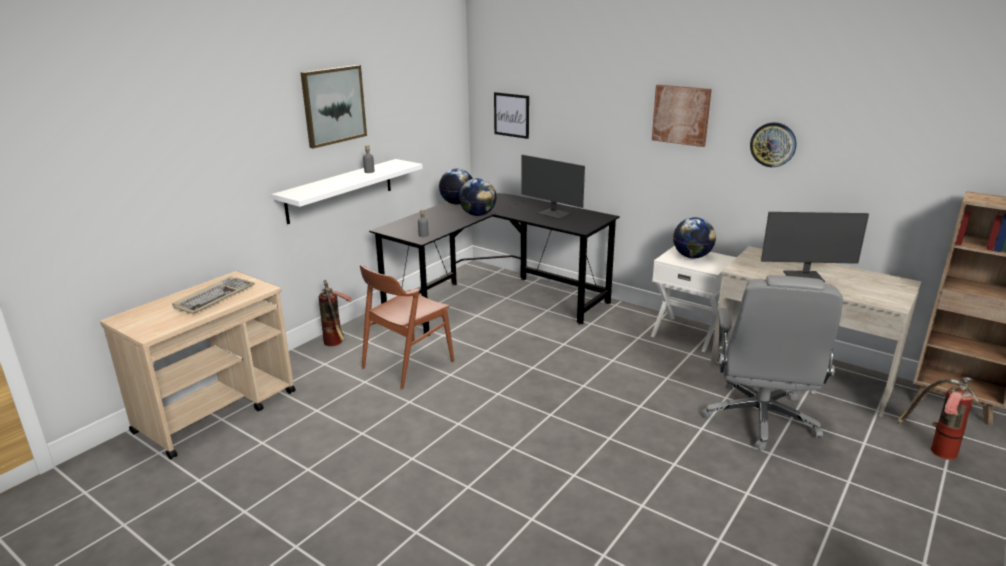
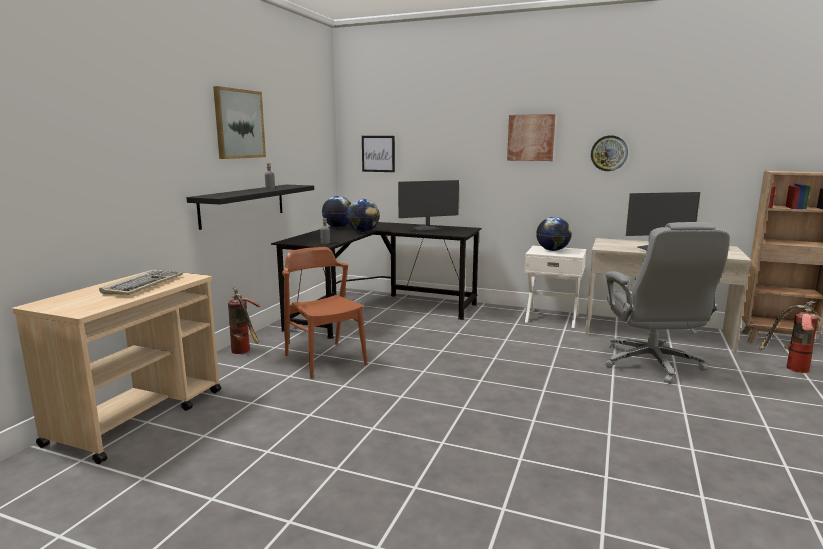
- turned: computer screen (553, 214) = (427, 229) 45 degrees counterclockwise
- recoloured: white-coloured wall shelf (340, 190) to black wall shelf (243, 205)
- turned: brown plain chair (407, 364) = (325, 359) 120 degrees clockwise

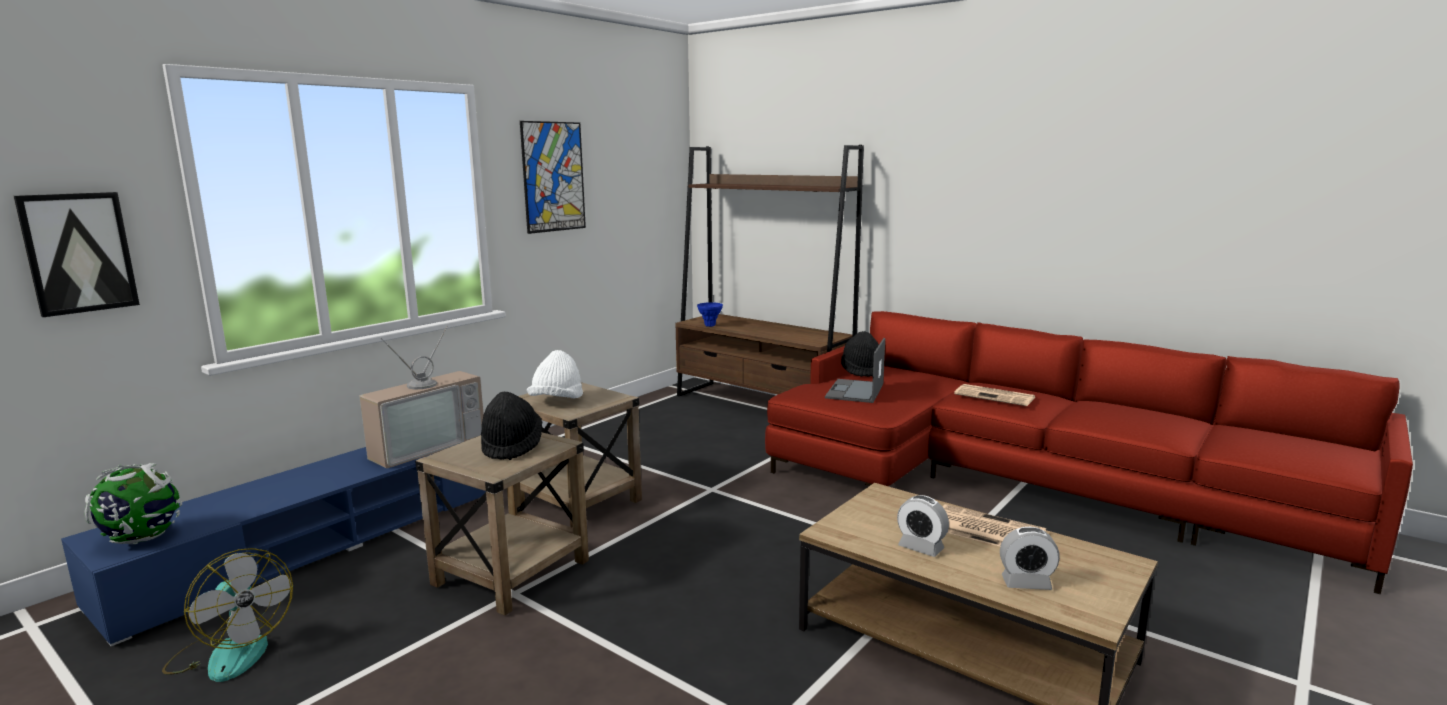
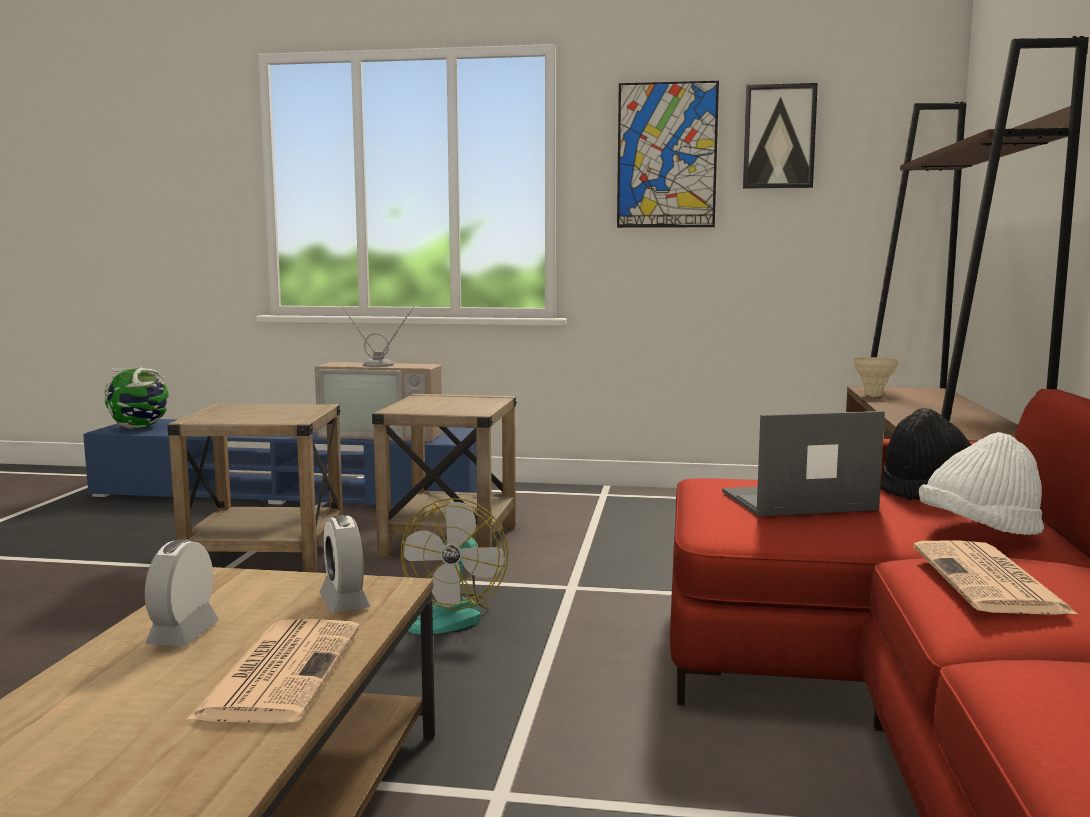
- moved: wall art (78, 253) to (779, 137)
- recoloured: blue vase (710, 325) to beige-coloured vase (873, 395)
- moved: white-coloured wearable hat (557, 401) to (979, 531)
- removed: black wearable hat (512, 446)
- moved: alarm clock (1026, 583) to (344, 602)
- moved: fan (231, 652) to (450, 614)

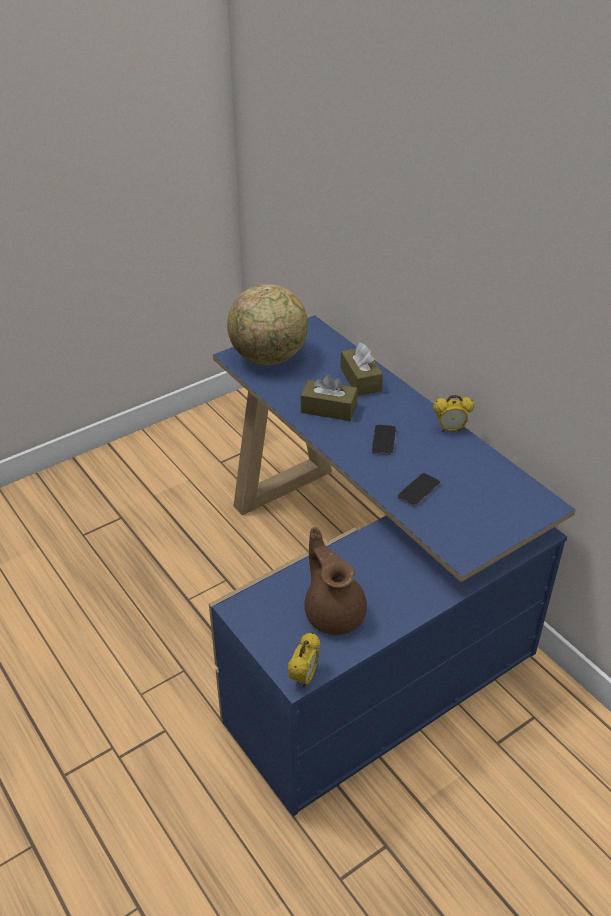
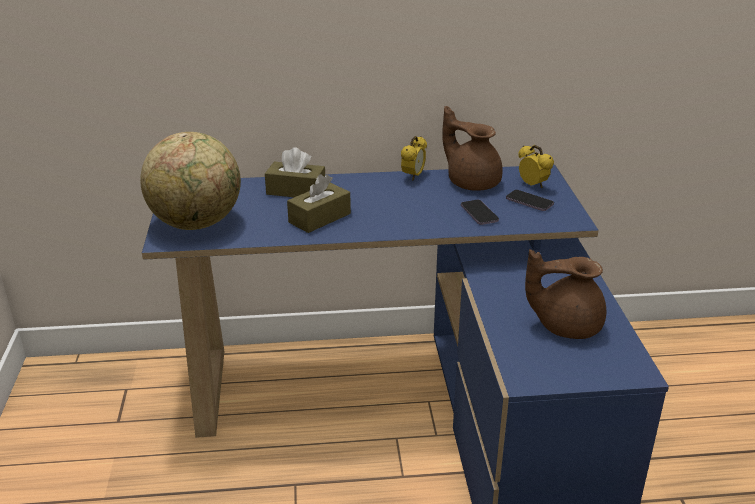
- moved: telephone (383, 441) to (529, 202)
- moved: alarm clock (304, 677) to (533, 186)
- added: brown tea pot (472, 182)

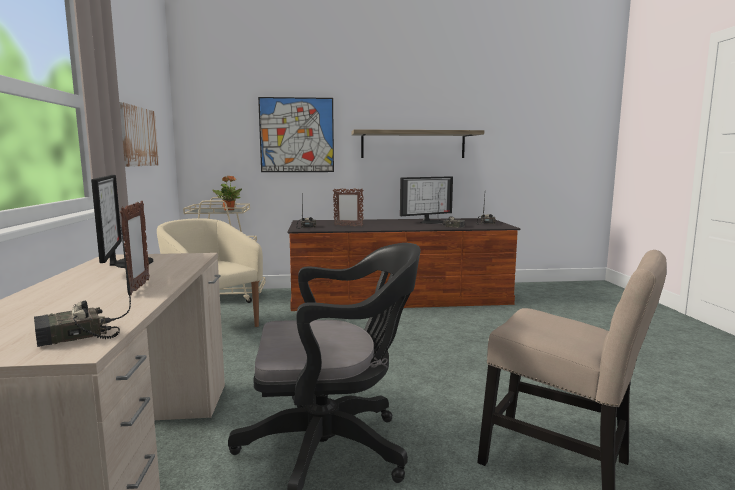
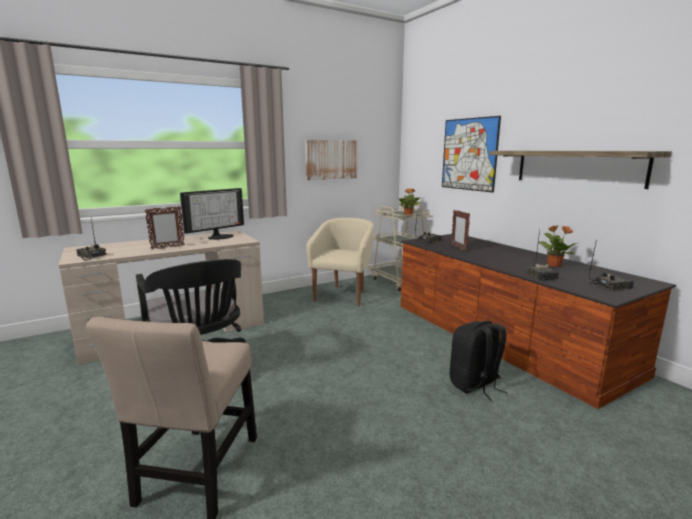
- replaced: computer screen (430, 222) to houseplant (553, 265)
- added: black knapsack (475, 385)

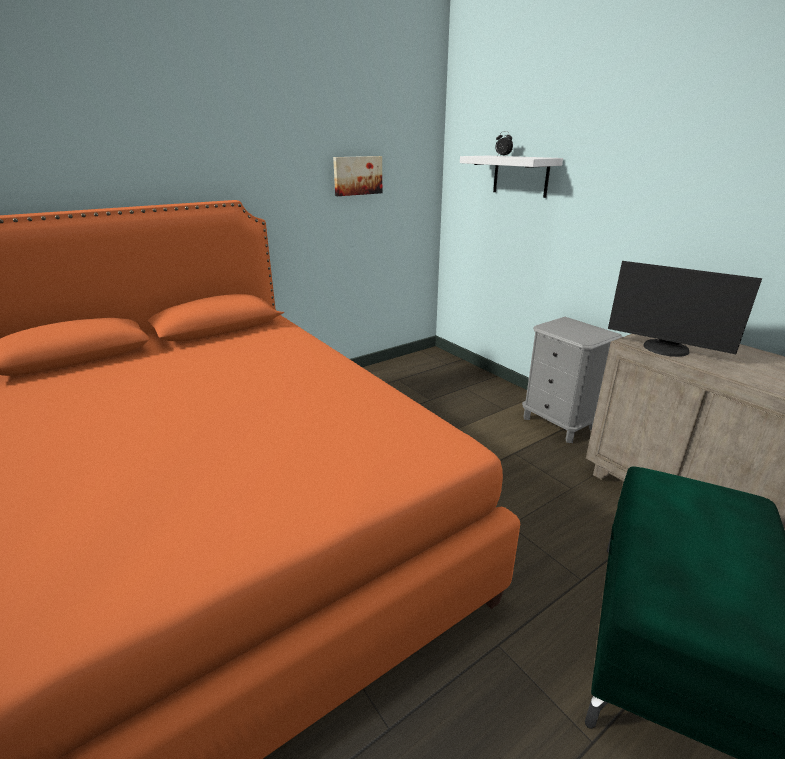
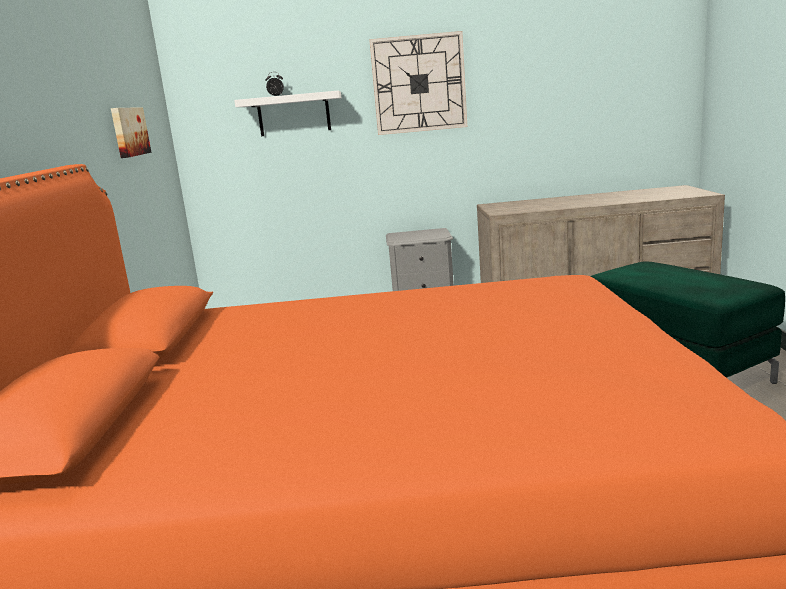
- removed: computer screen (665, 349)
- added: hanging clock (419, 84)

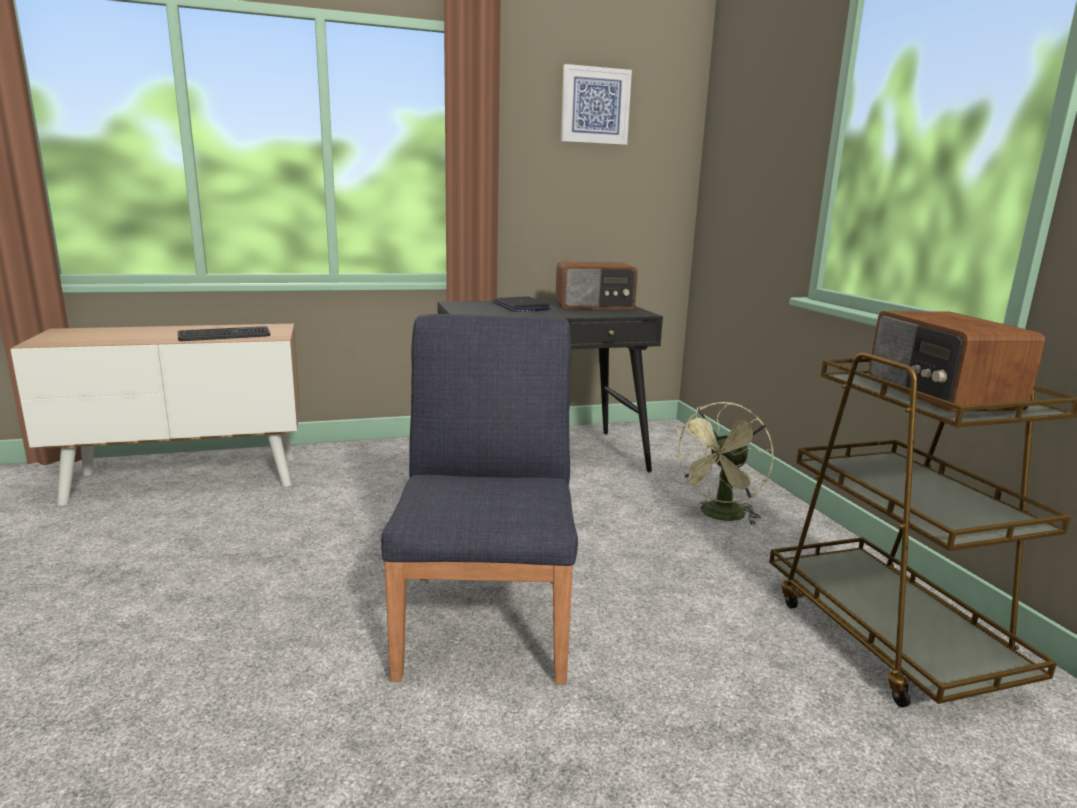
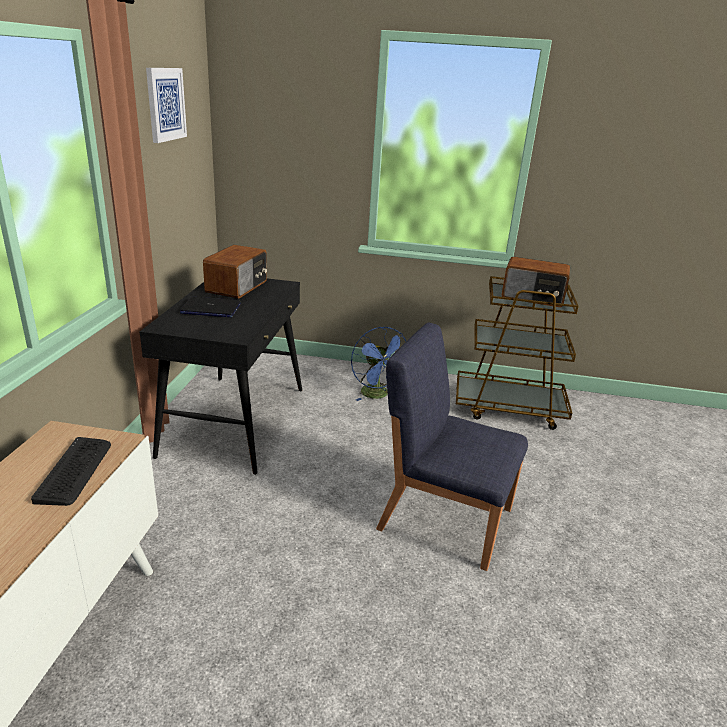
- recoloured: green fan (719, 516) to blue fan (378, 395)

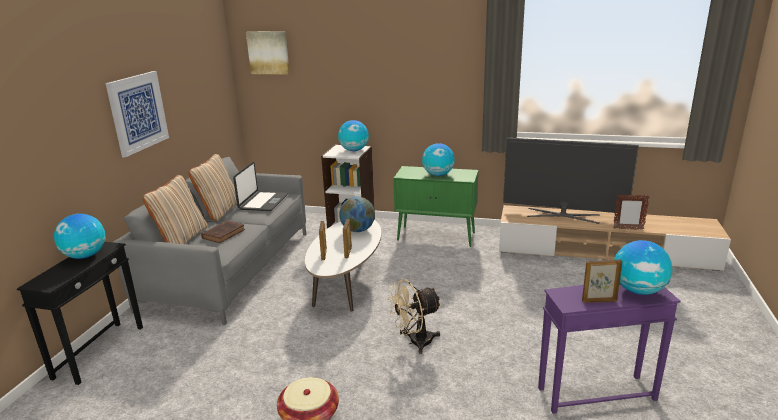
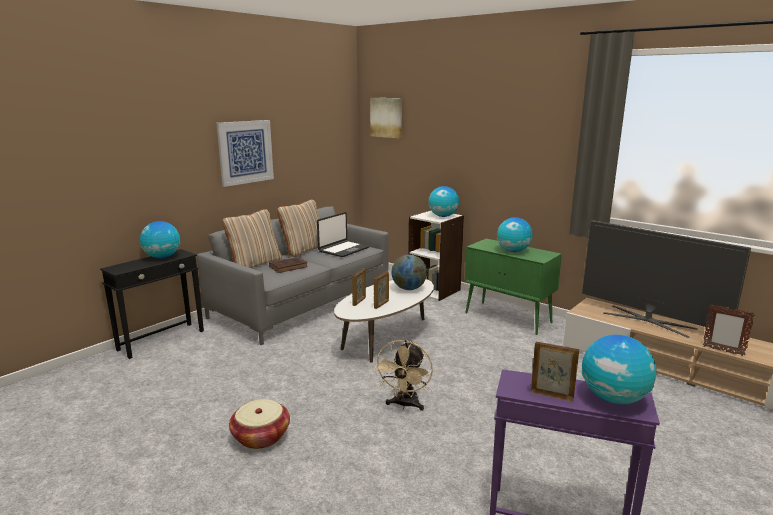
- turned: beige-coloured fan (415, 342) = (405, 405) 75 degrees counterclockwise

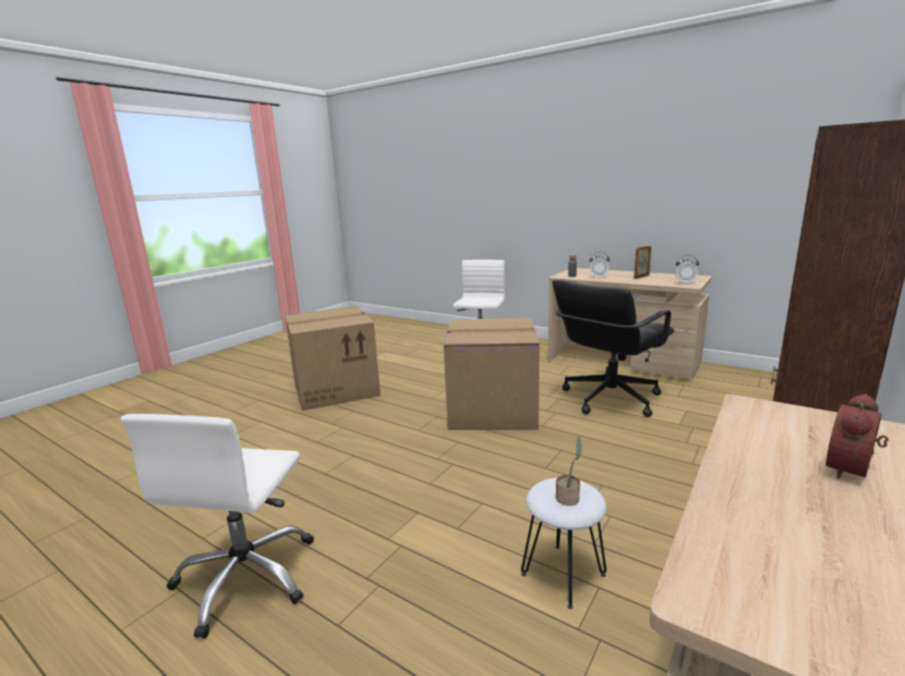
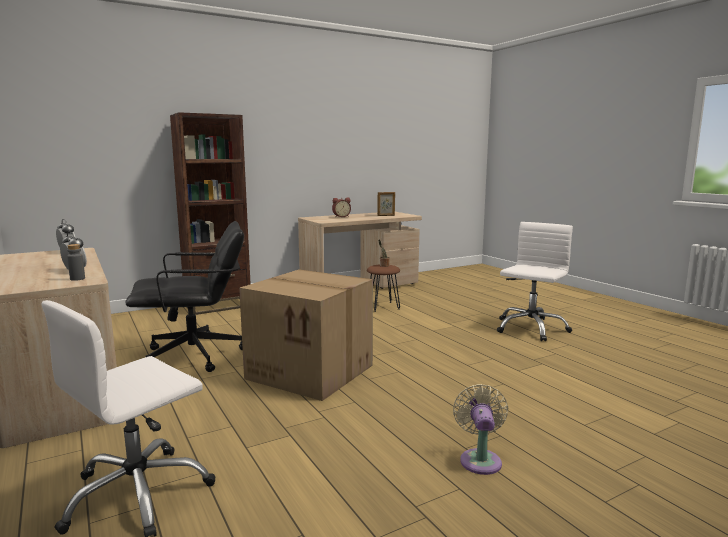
- moved: photo frame (641, 277) to (386, 215)
- replaced: cardboard box (337, 388) to beige-coloured fan (480, 459)
- recoloured: white-coloured sitting stool (562, 574) to brown sitting stool (383, 306)

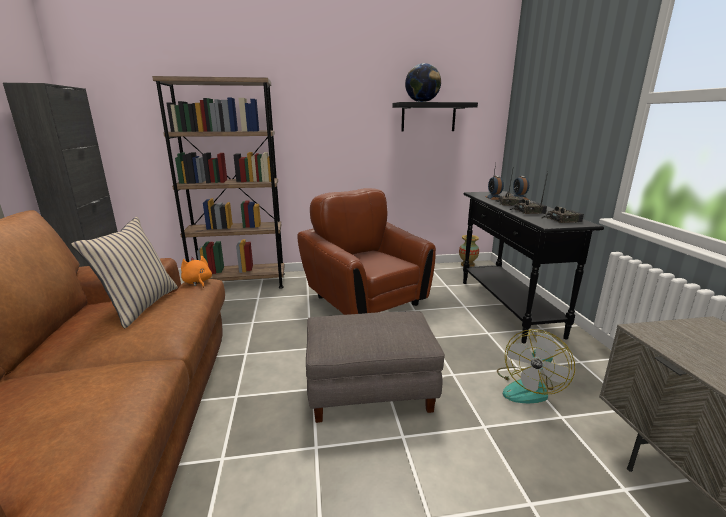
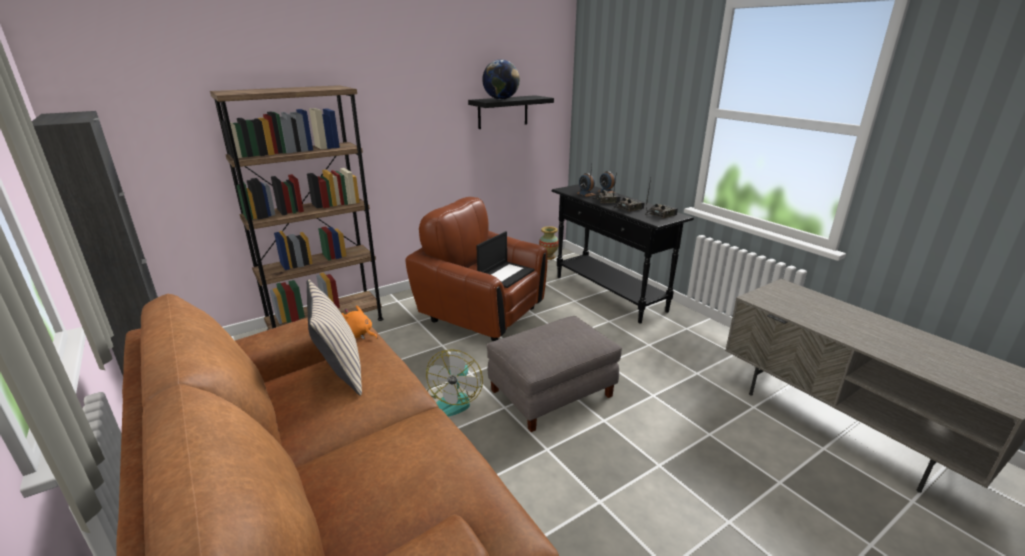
- moved: fan (528, 387) to (454, 400)
- added: notebook computer (506, 274)

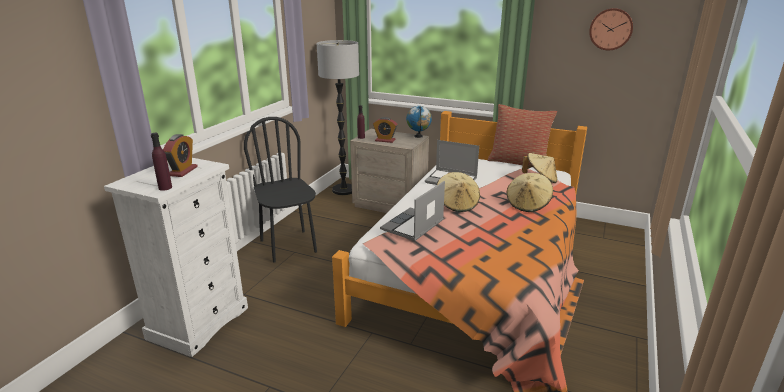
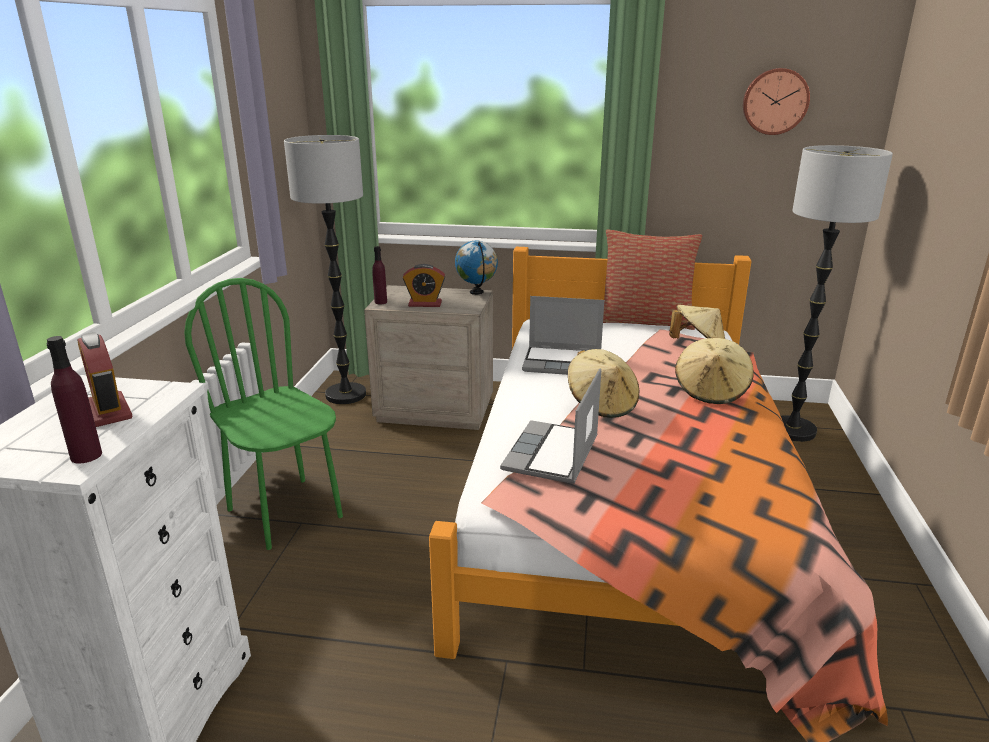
- recoloured: black plain chair (289, 246) to green plain chair (286, 512)
- turned: alarm clock (182, 171) = (108, 411) 150 degrees clockwise
- added: floor lamp (792, 430)

